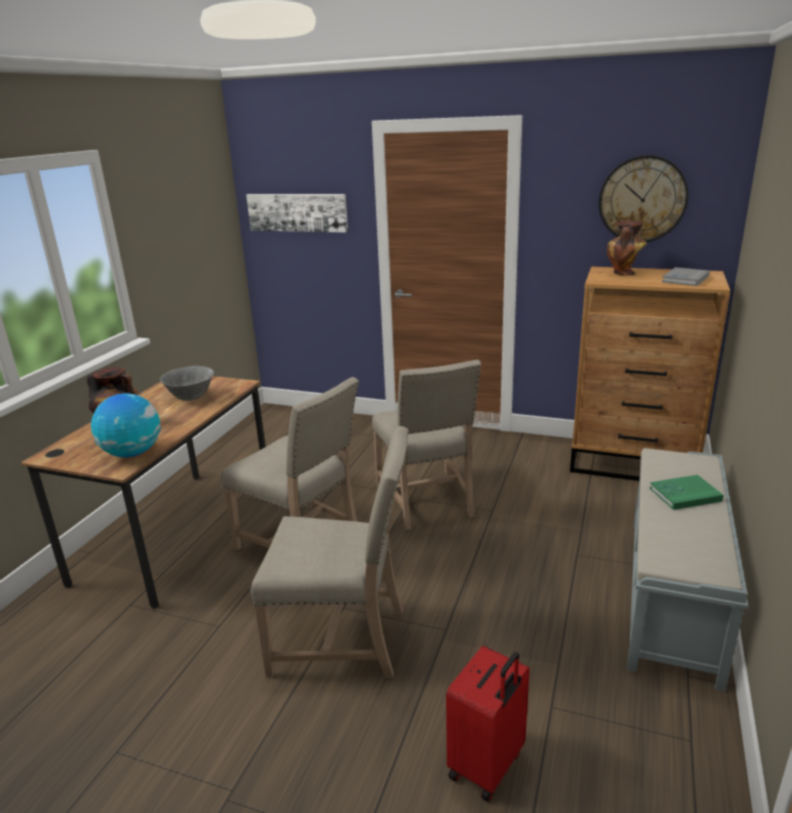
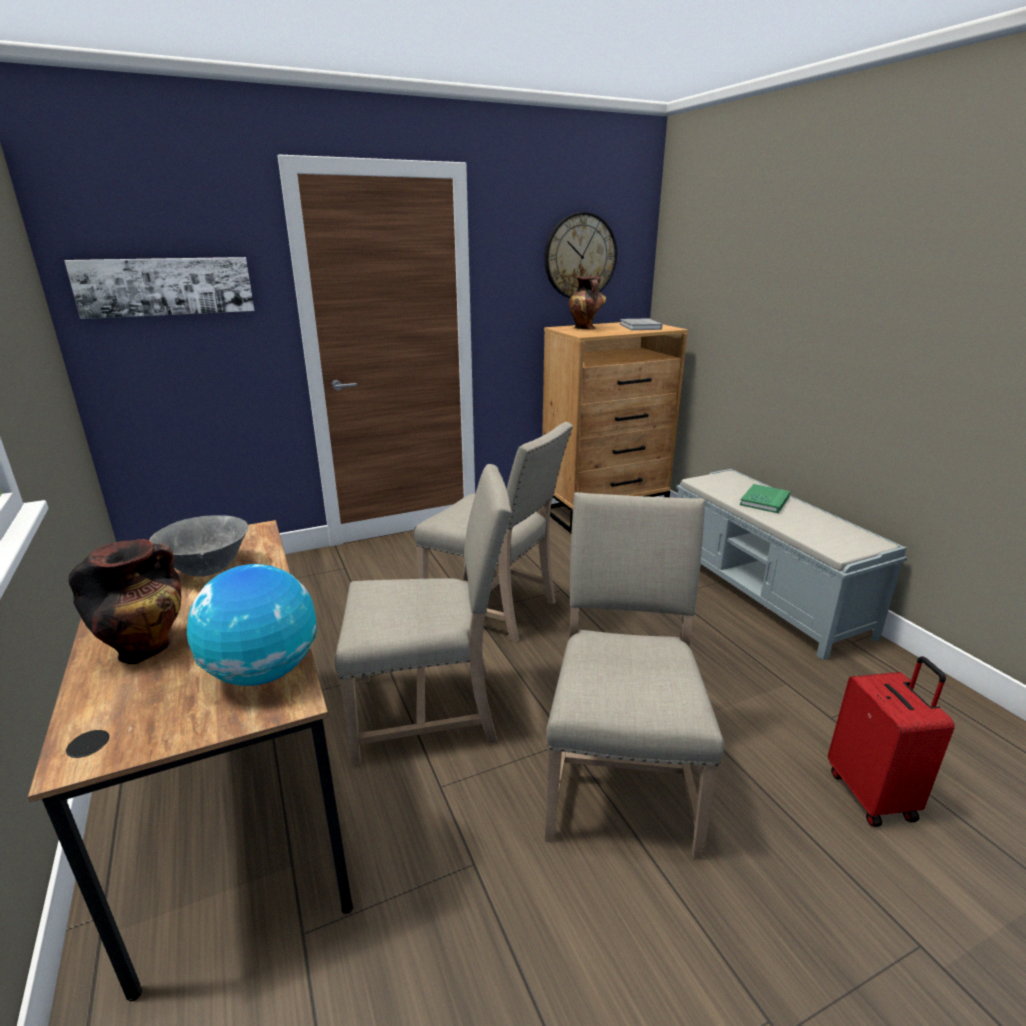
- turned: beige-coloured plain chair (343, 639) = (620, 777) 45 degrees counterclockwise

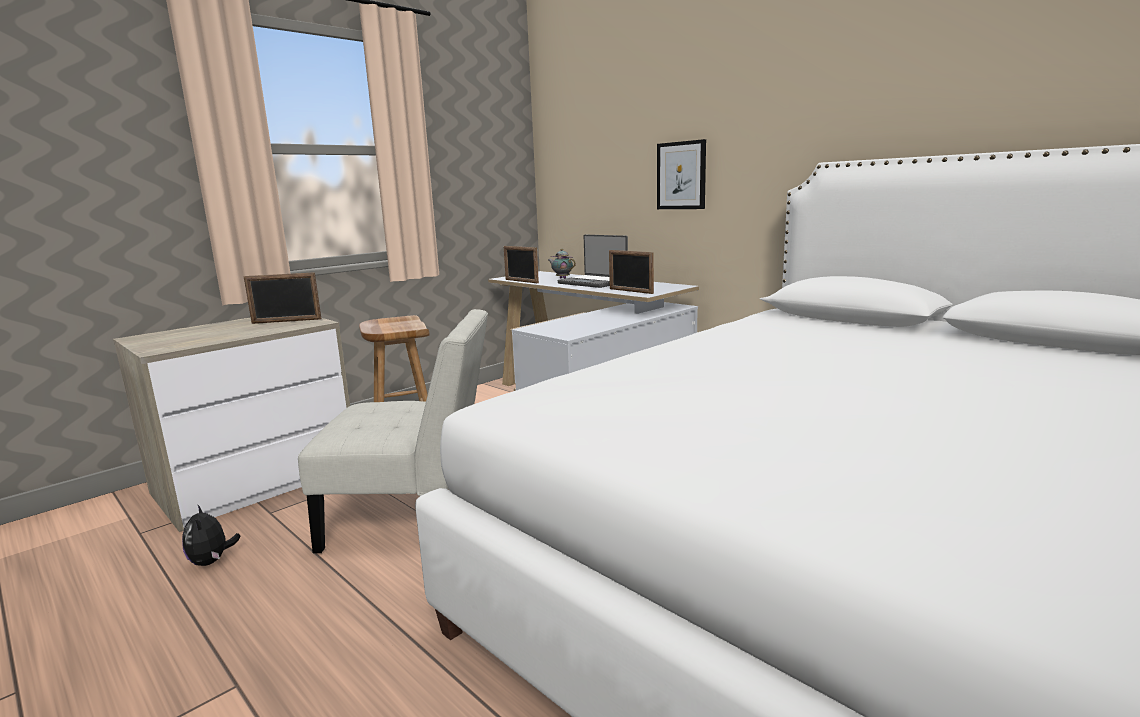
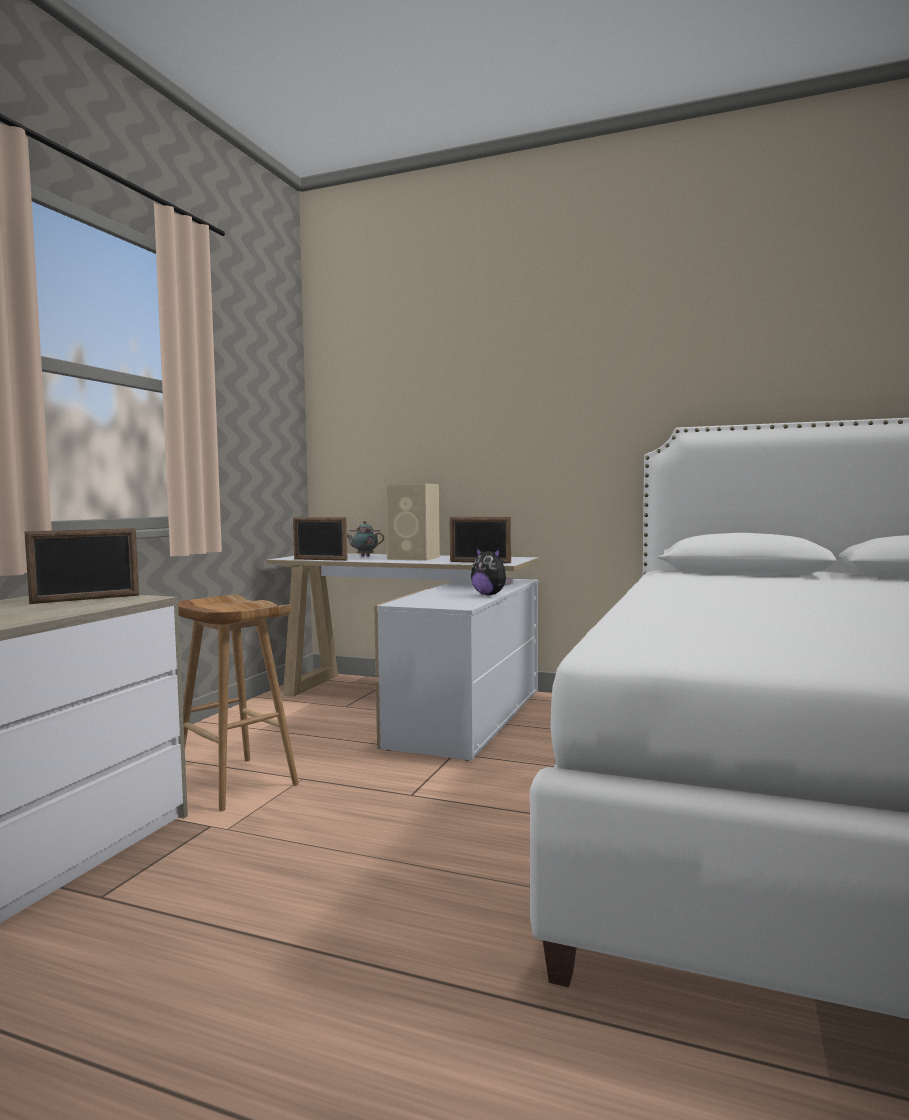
- removed: wall art (681, 175)
- replaced: notebook computer (593, 282) to beige-coloured loudspeaker (415, 558)
- removed: white-coloured plain chair (414, 518)
- moved: soft toy (212, 561) to (490, 595)

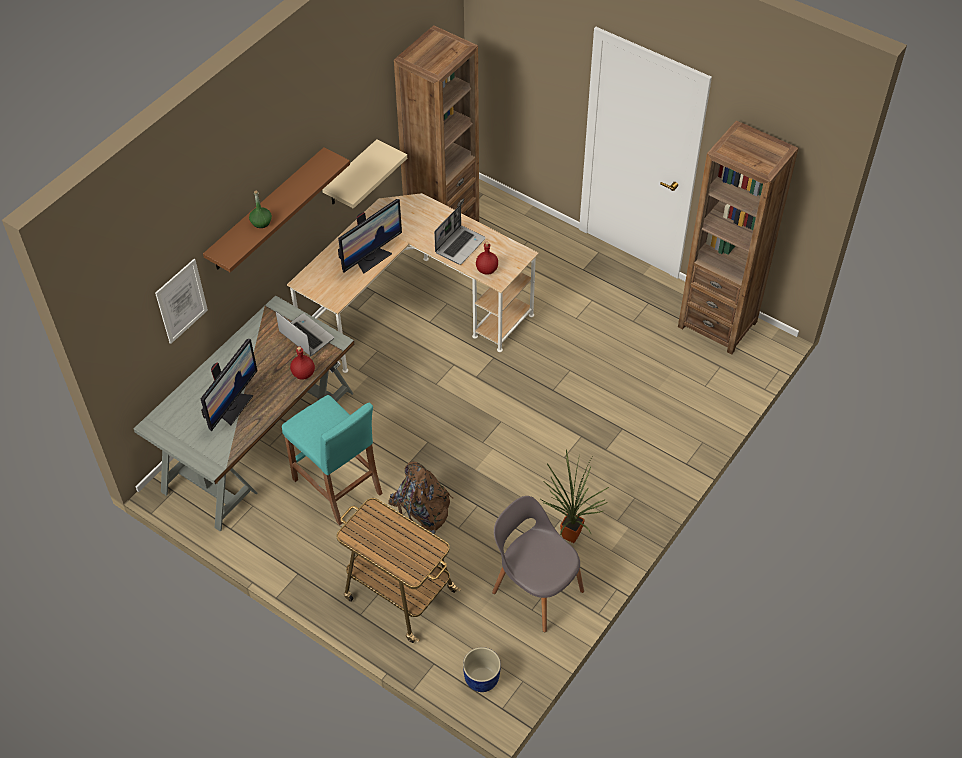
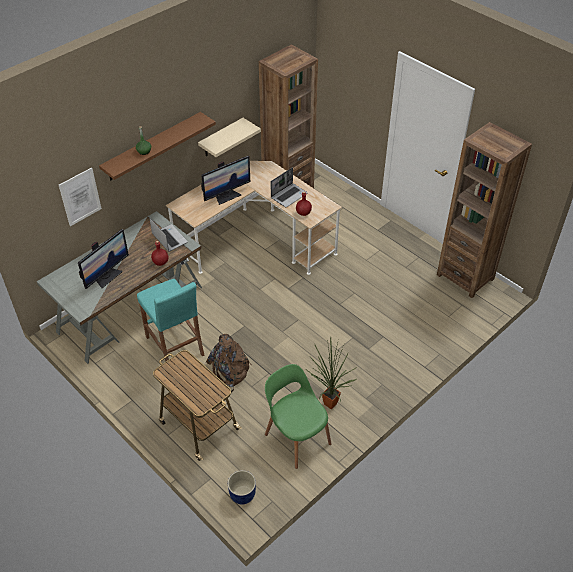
- recoloured: greyish plain chair (536, 589) to green plain chair (296, 437)

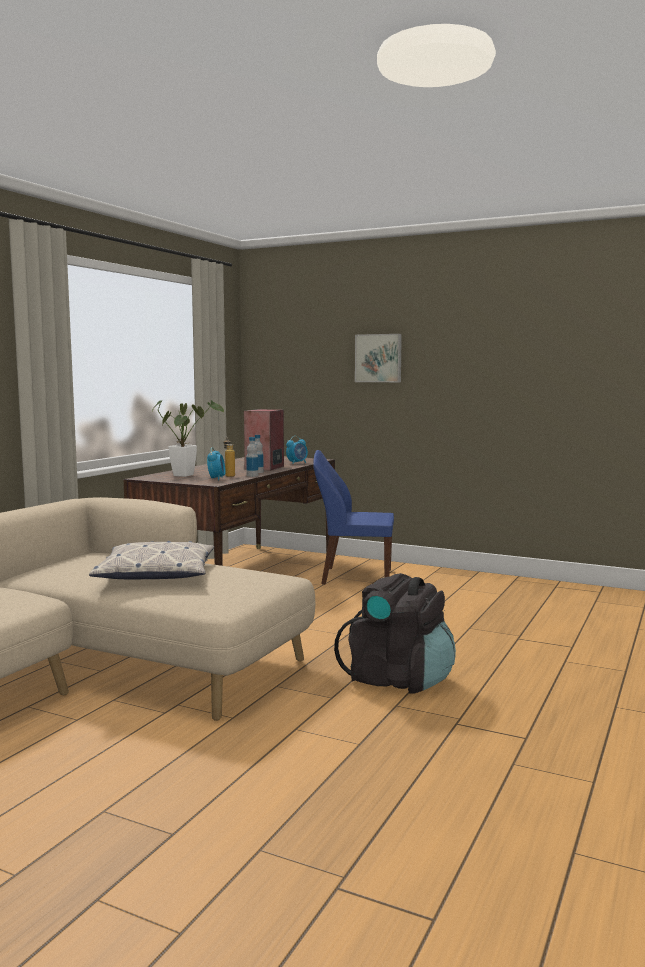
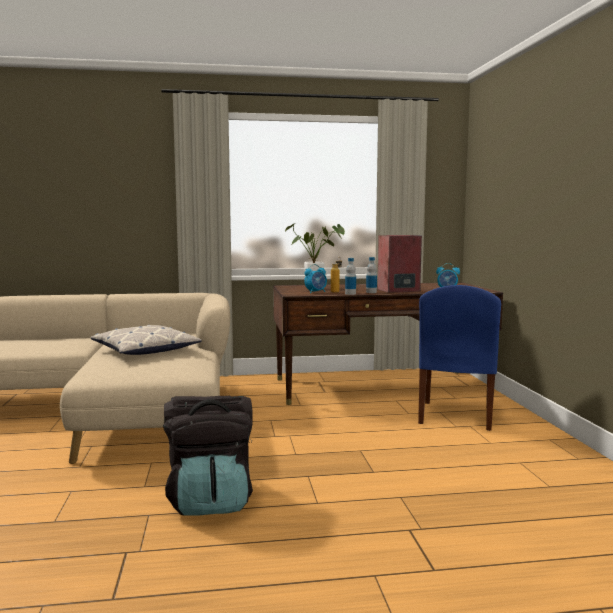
- removed: wall art (378, 358)
- turned: blue plain chair (354, 577) = (455, 417) 135 degrees counterclockwise

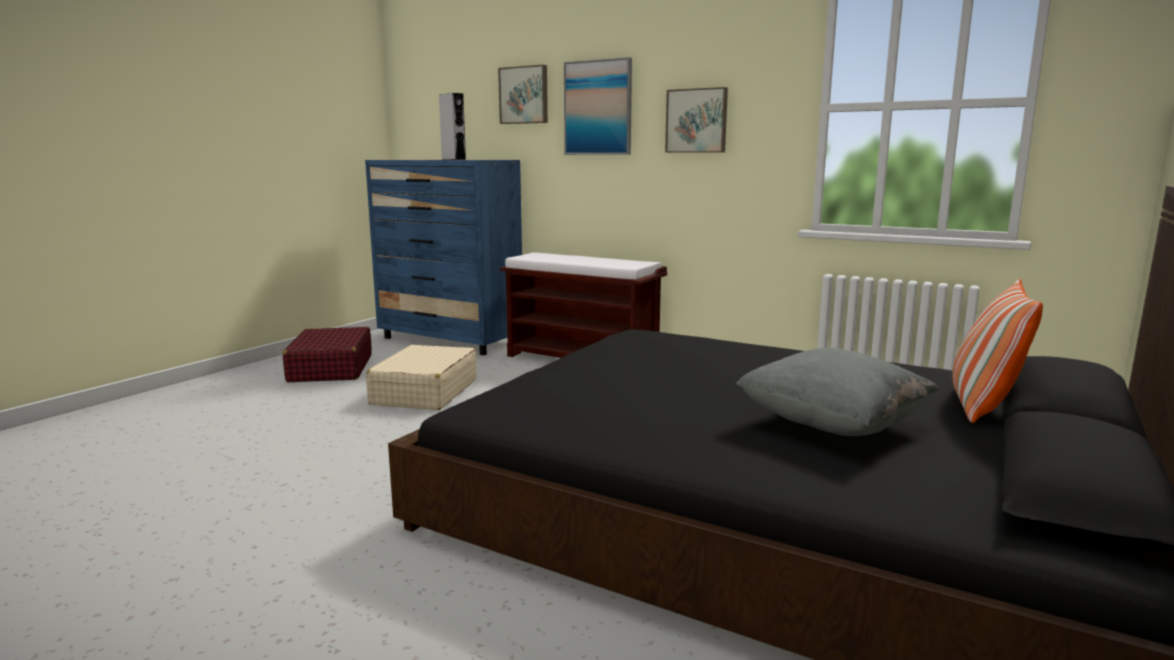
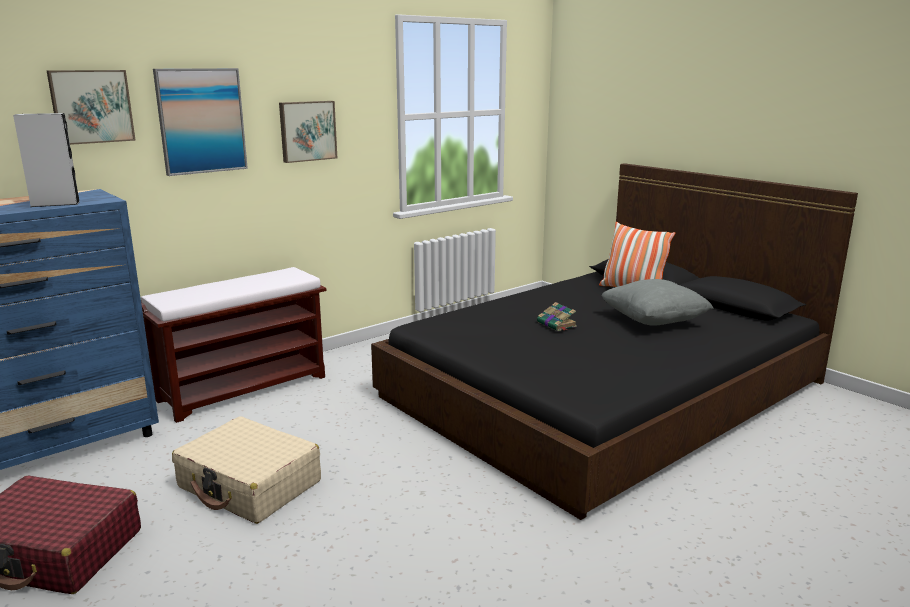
- added: bound book (557, 324)

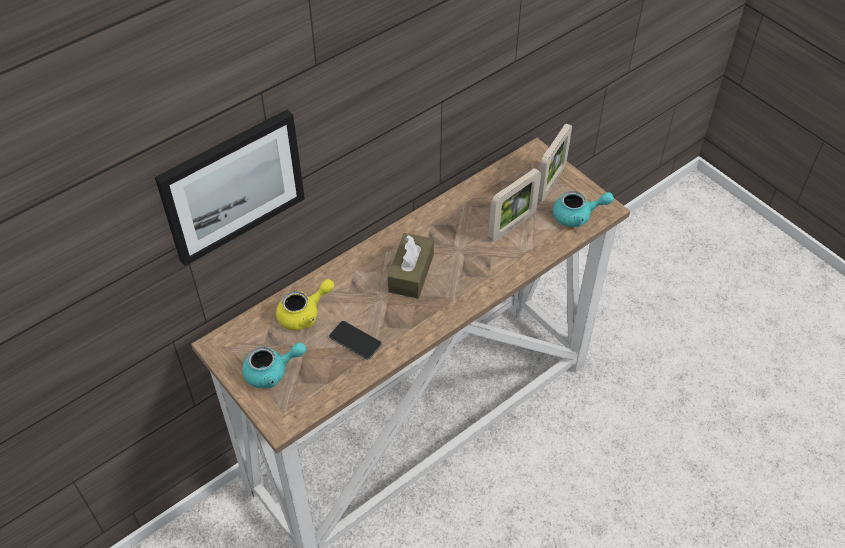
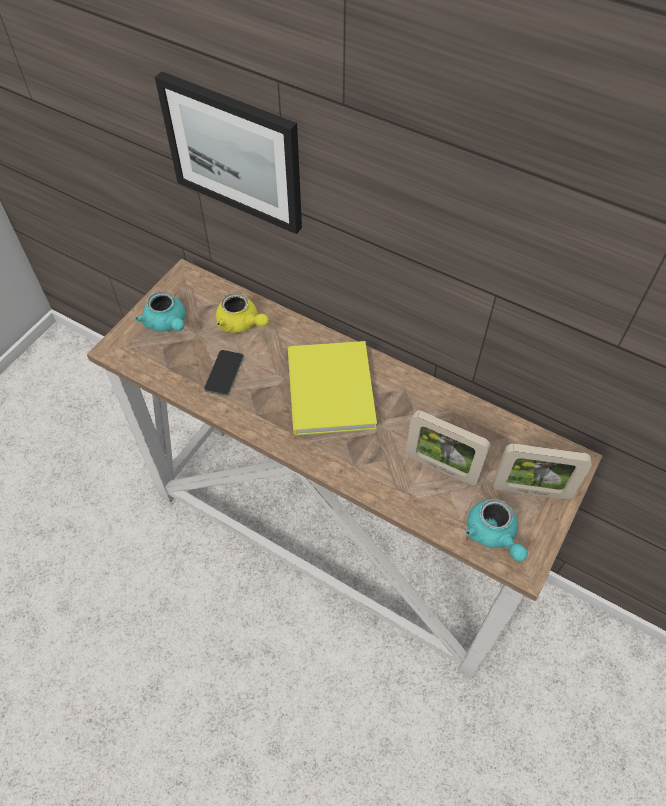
- replaced: brown tissue box (411, 273) to yellowish bound book (328, 392)

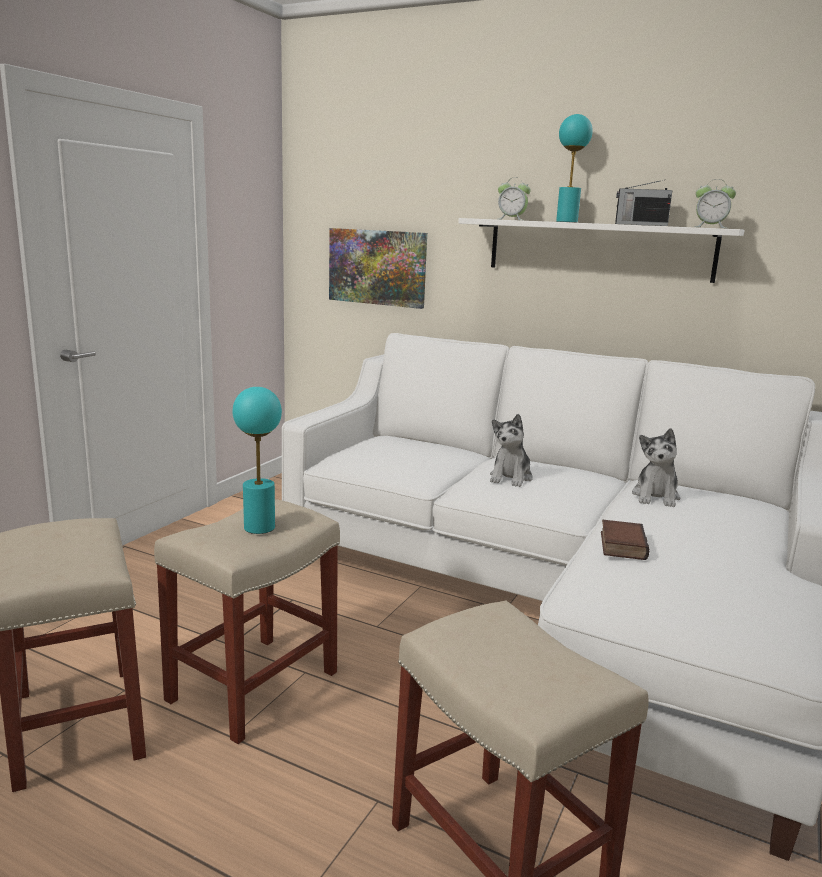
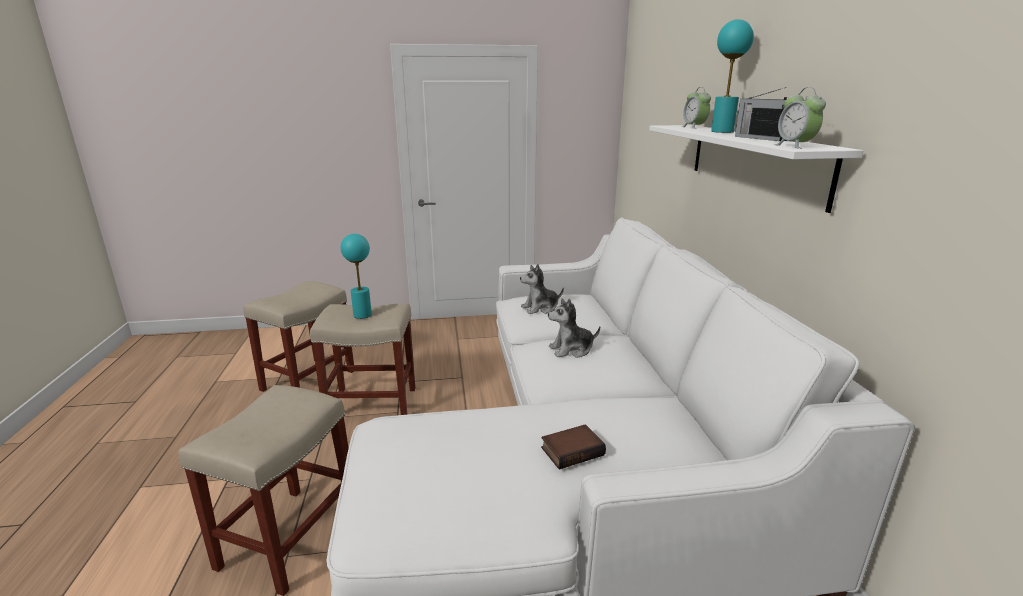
- removed: wall art (377, 267)
- moved: soft toy (656, 497) to (540, 308)
- moved: bound book (621, 545) to (572, 450)

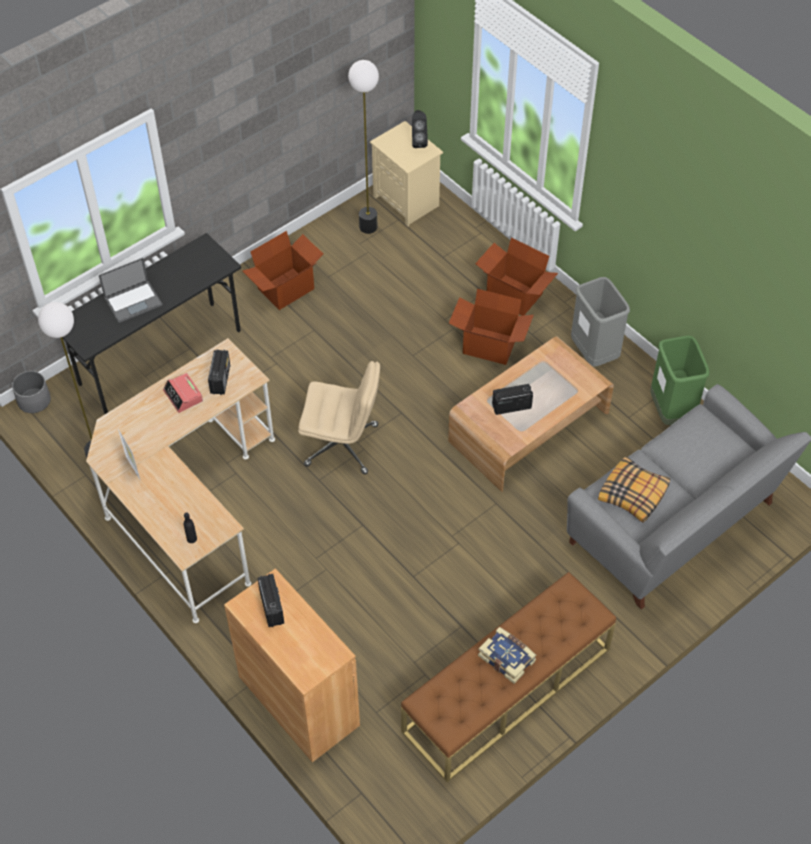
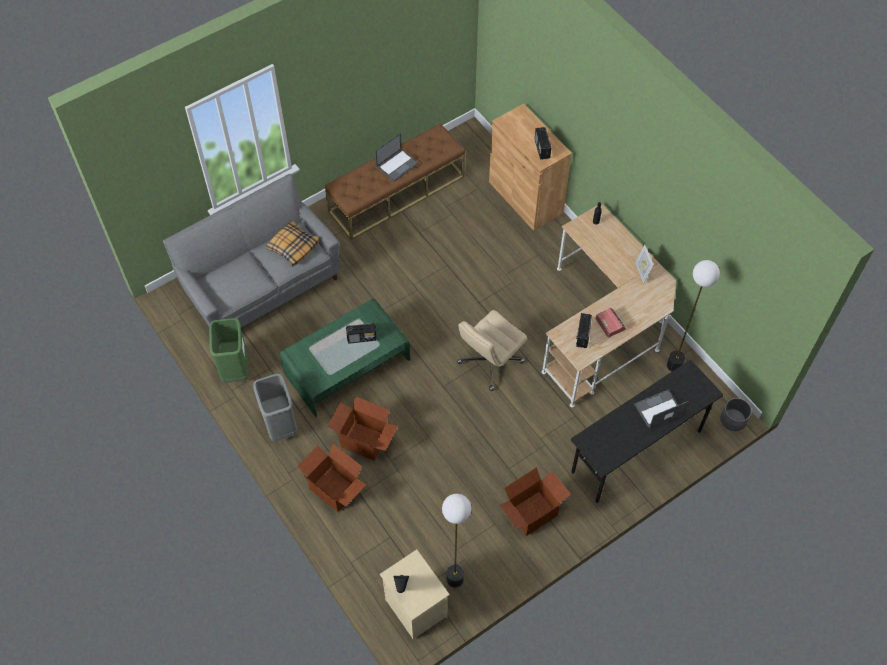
- recoloured: brown low table (528, 427) to green low table (347, 366)
- turned: beige-coloured desk chair (342, 445) = (490, 363) 60 degrees counterclockwise
- replaced: bound book (507, 658) to notebook computer (397, 165)

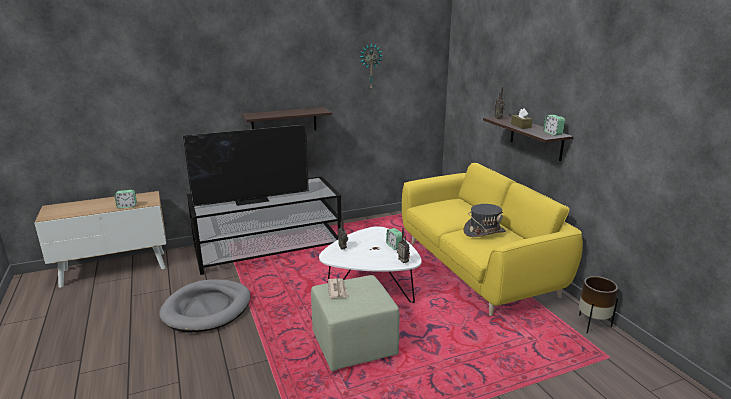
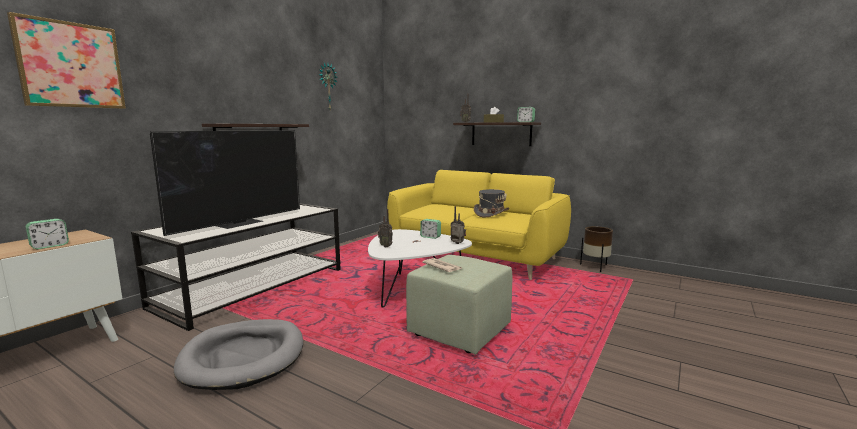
- added: wall art (70, 65)

